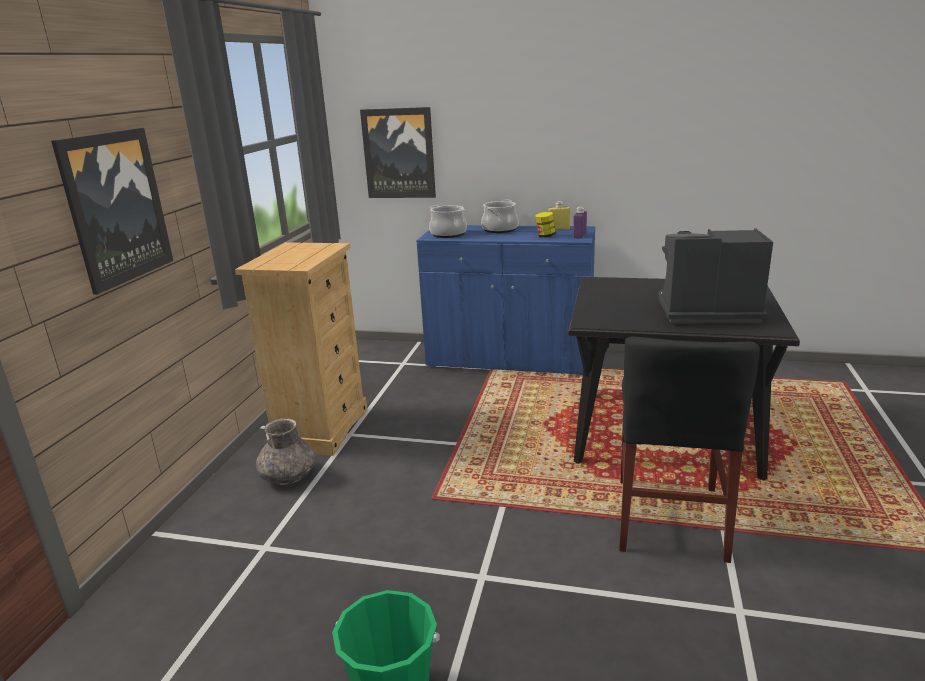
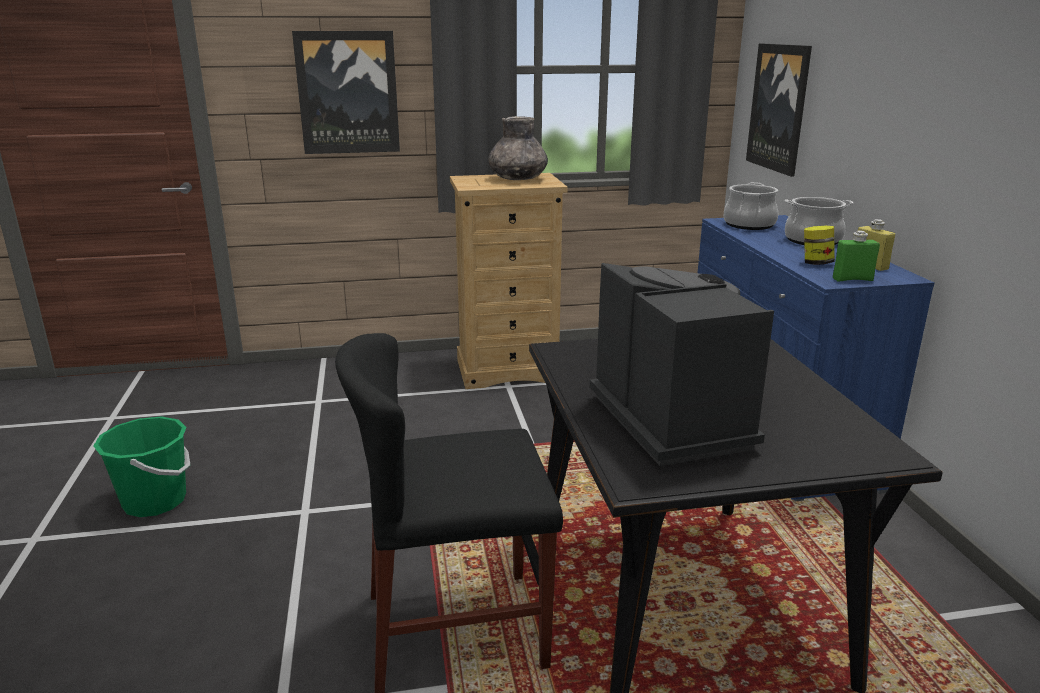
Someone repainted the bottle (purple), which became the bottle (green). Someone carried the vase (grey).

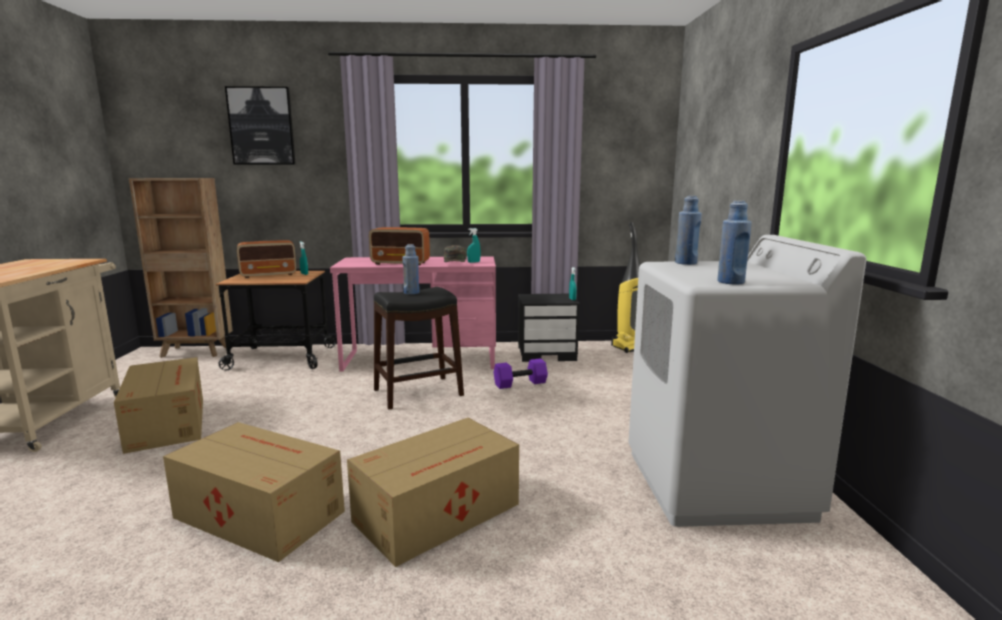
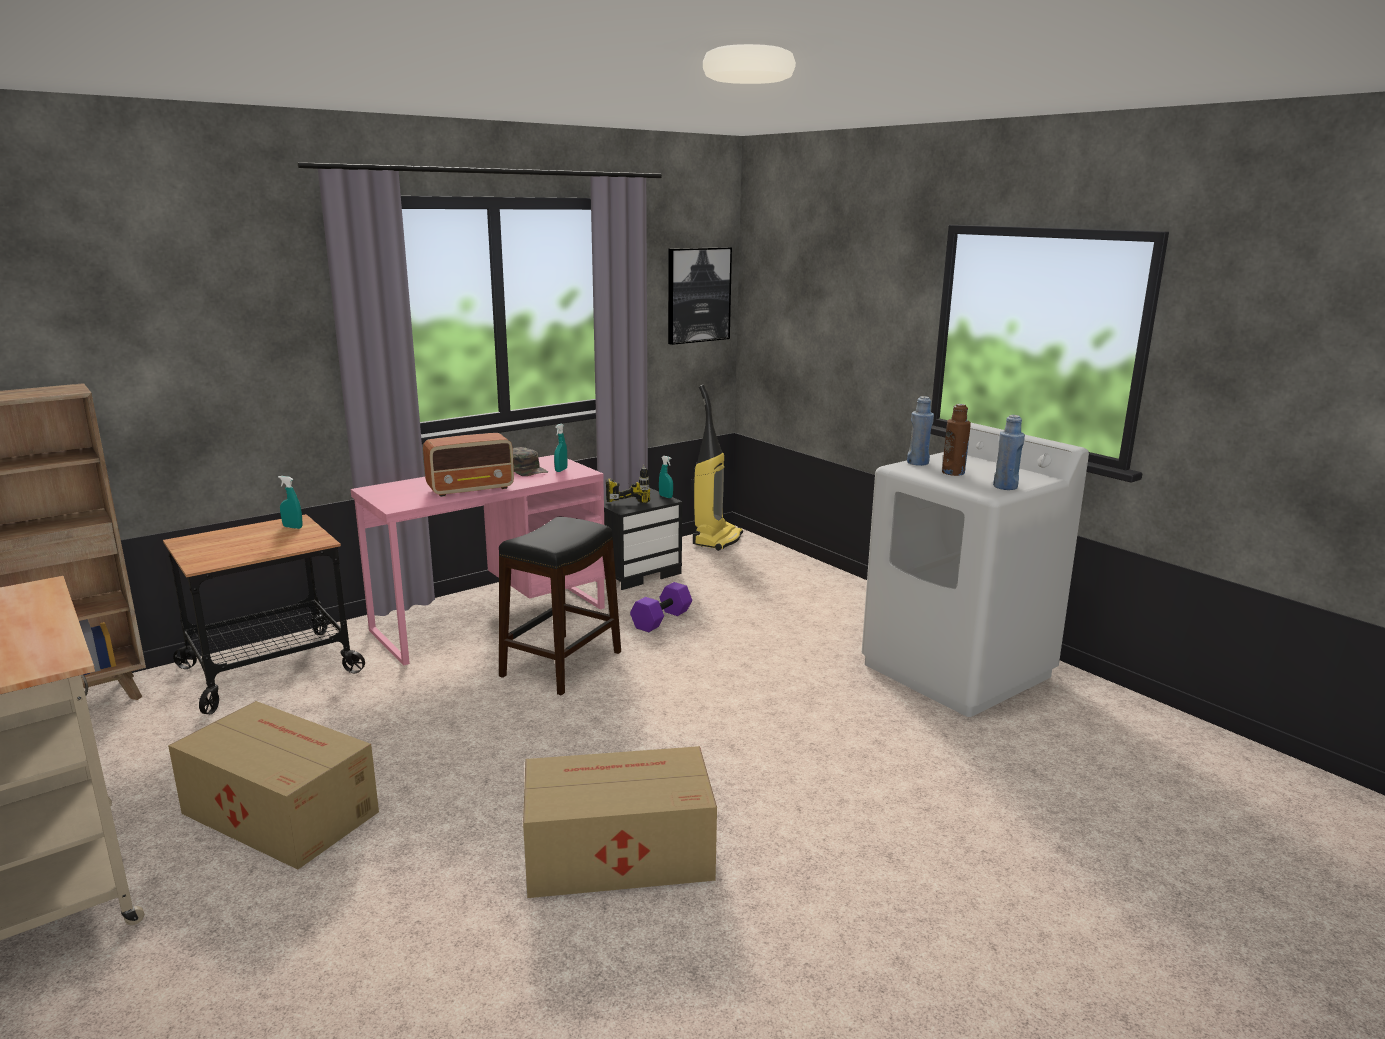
Someone carried the picture. Someone took away the radio (no. 1 from left). Someone took away the bottle (blue) (no. 1 from left). Someone took away the cardboard box (no. 3 from left). Someone put down the bottle (brown). Someone put down the power drill.

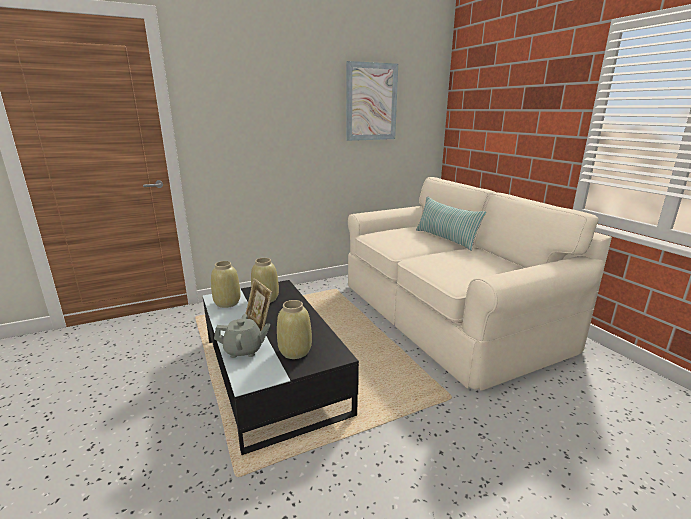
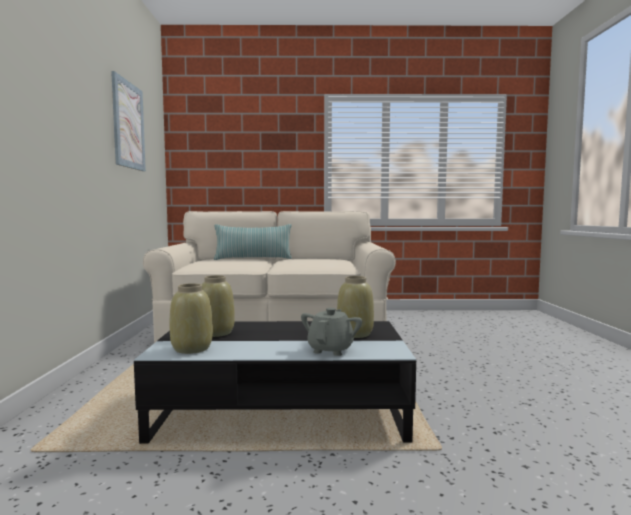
Someone took away the picture frame.

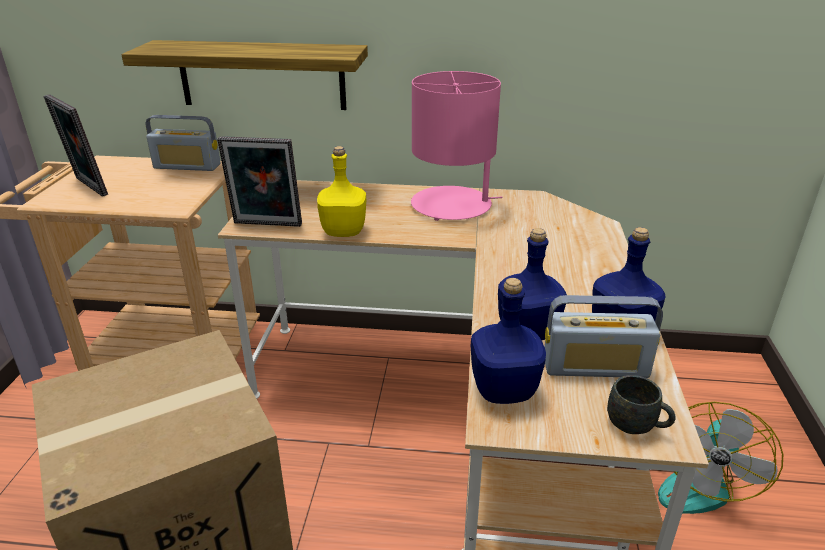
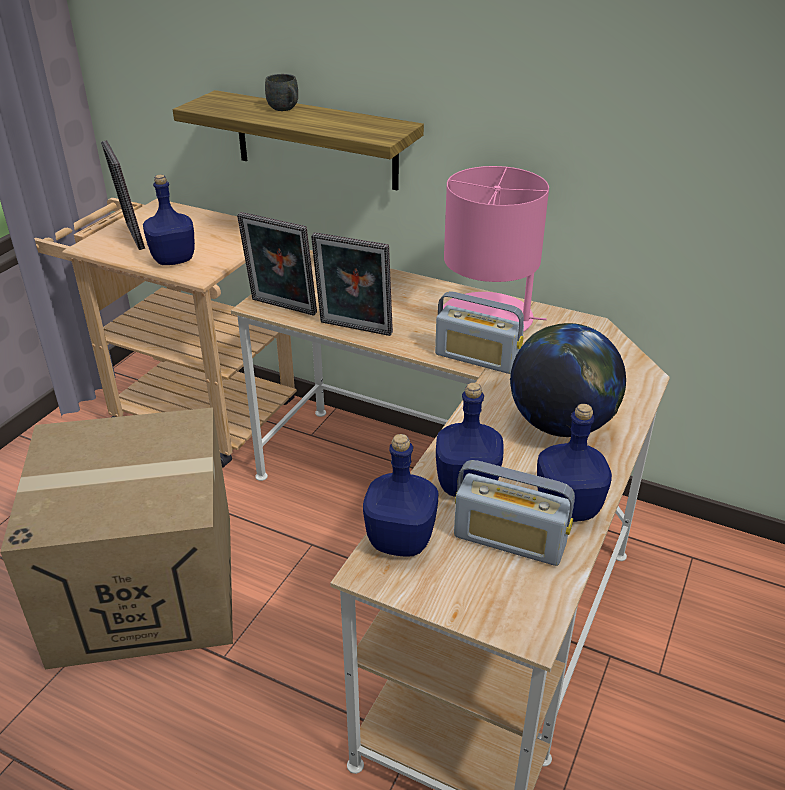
Someone carried the radio (no. 1 from left). Someone swapped the bottle (yellow) for the picture frame (no. 3 from left). Someone carried the mug (grey). Someone took away the fan. Someone put down the bottle (blue) (no. 1 from left). Someone put down the globe.

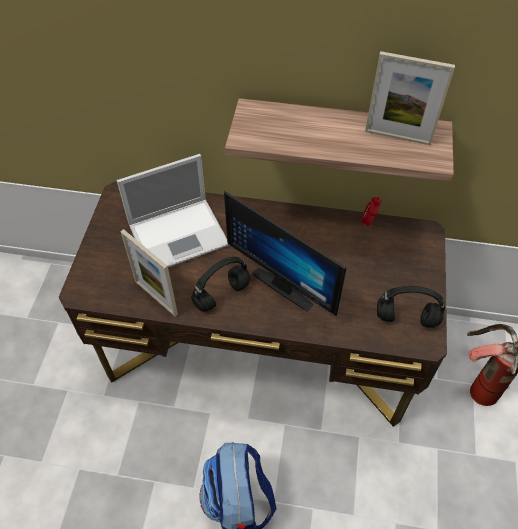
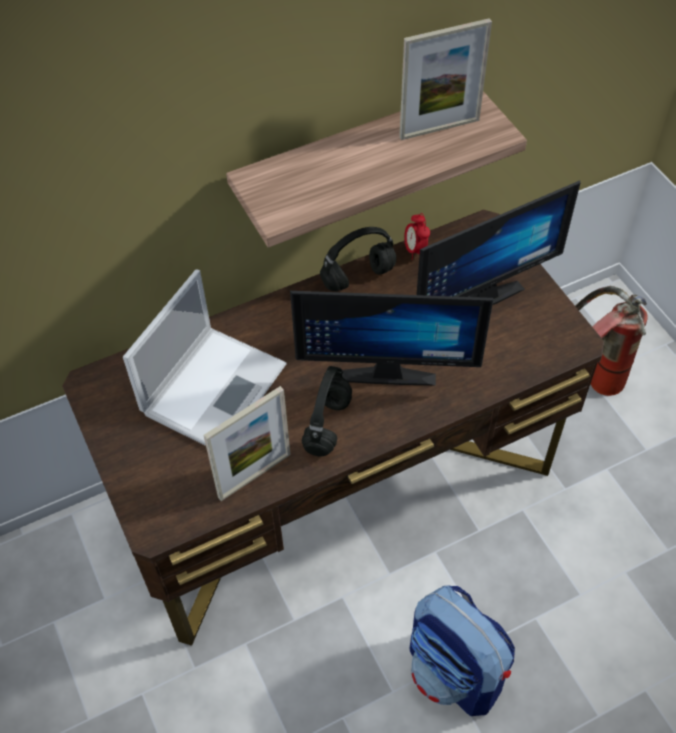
Someone rotated the picture frame (no. 1 from left) by 45 degrees counterclockwise. Someone carried the headphones (black) (no. 2 from left). Someone put down the monitor (no. 2 from left).

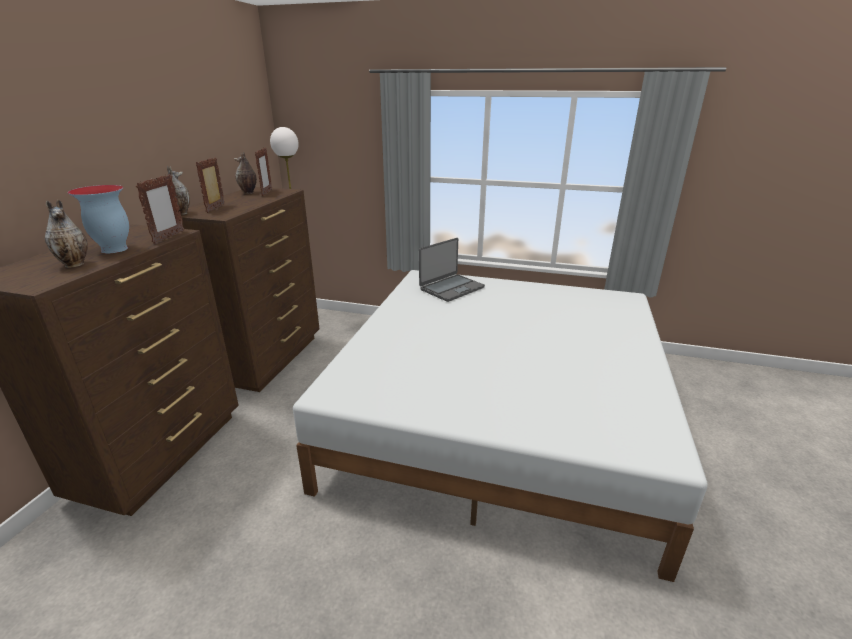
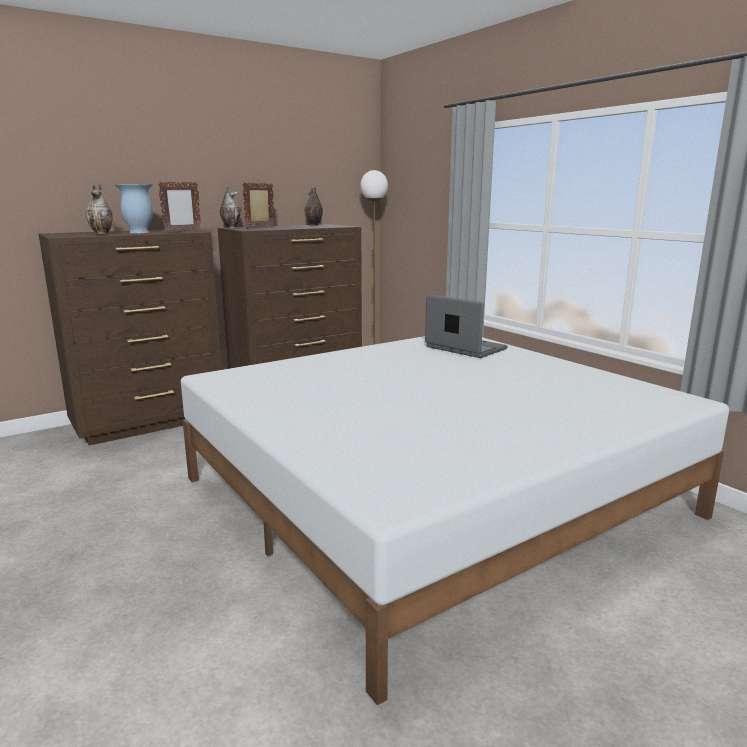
Someone took away the picture frame (no. 3 from left). Someone rotated the laptop by 135 degrees counterclockwise.

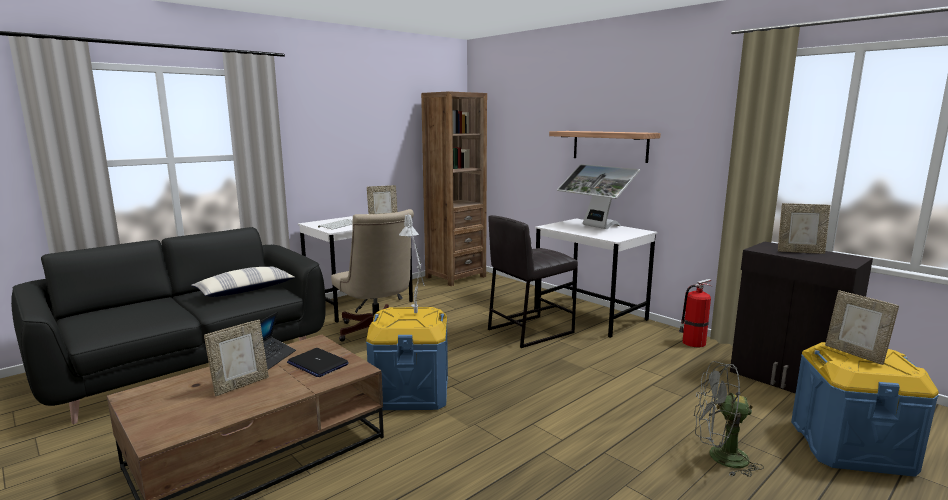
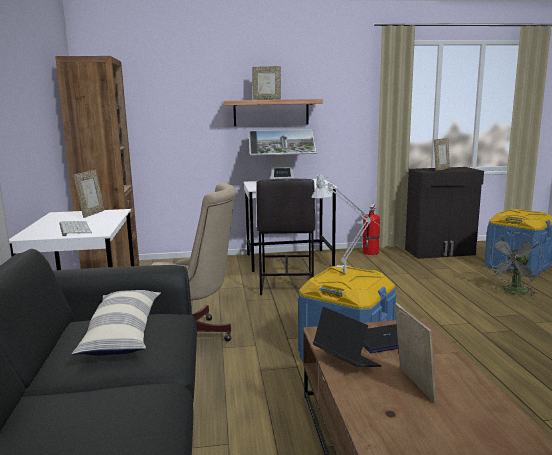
Someone carried the picture frame (no. 4 from left in the first image).

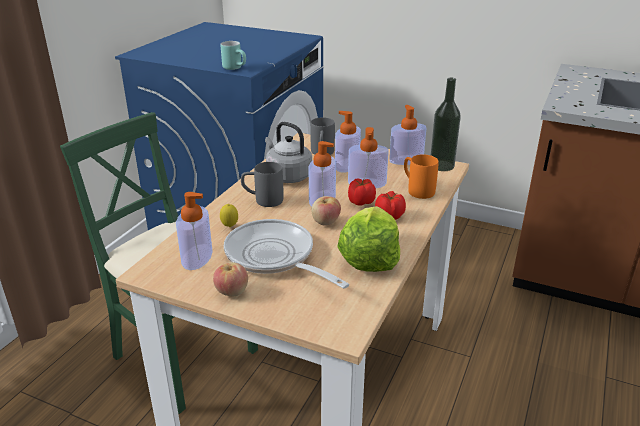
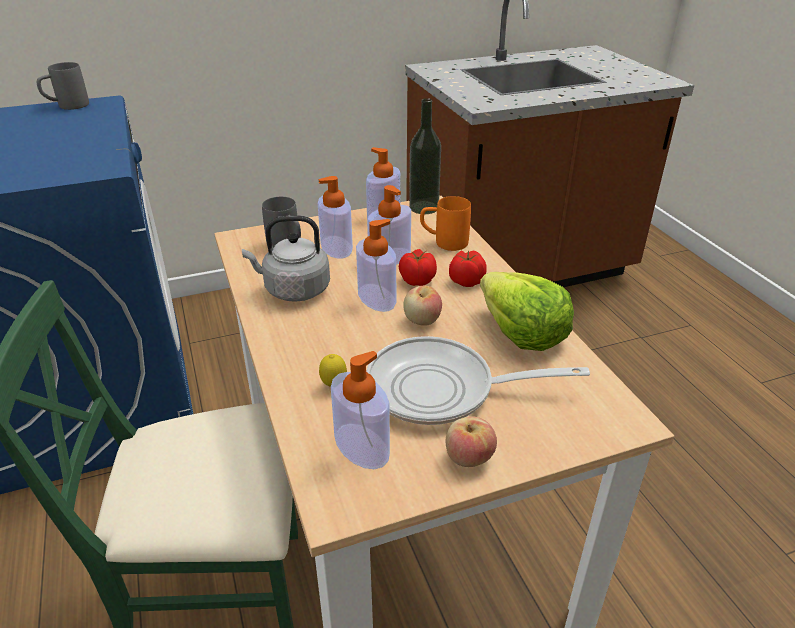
Someone took away the mug (turquoise). Someone carried the mug (grey) (no. 1 from left).

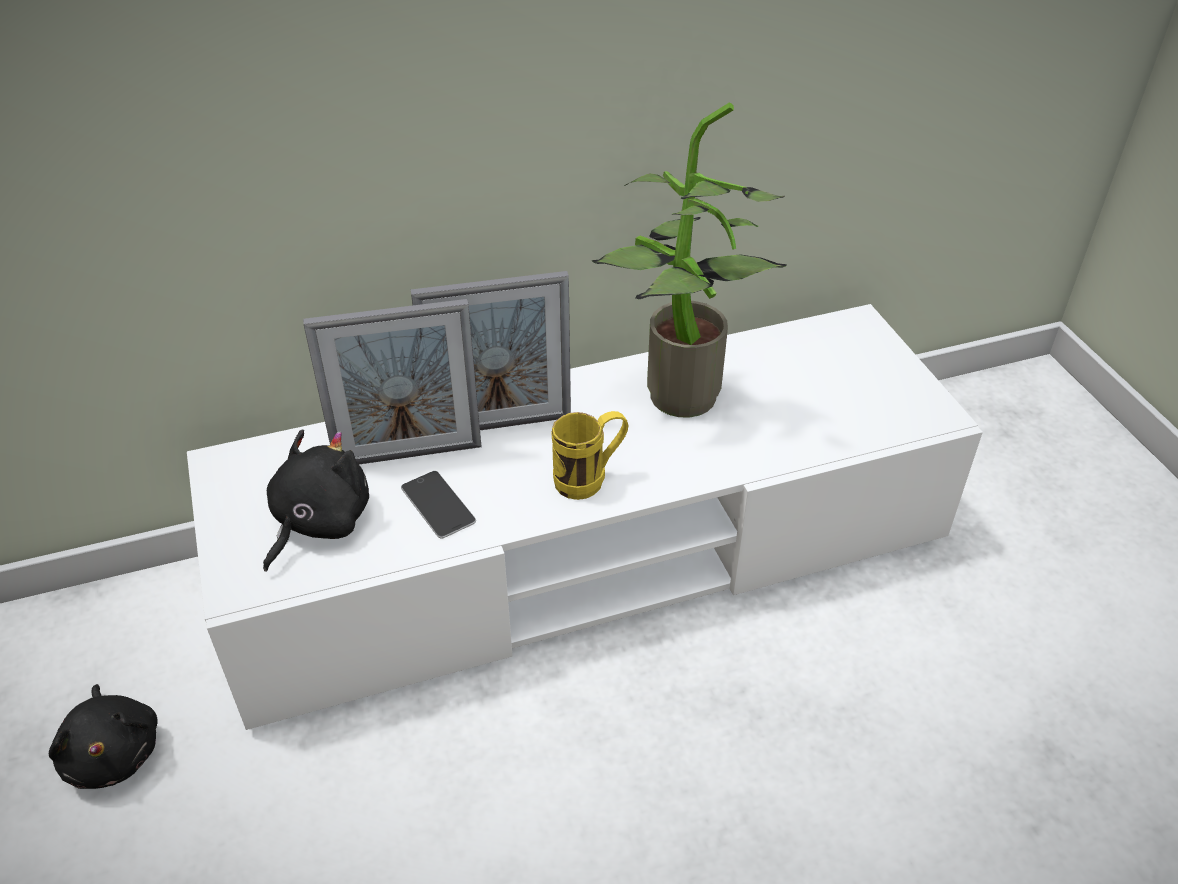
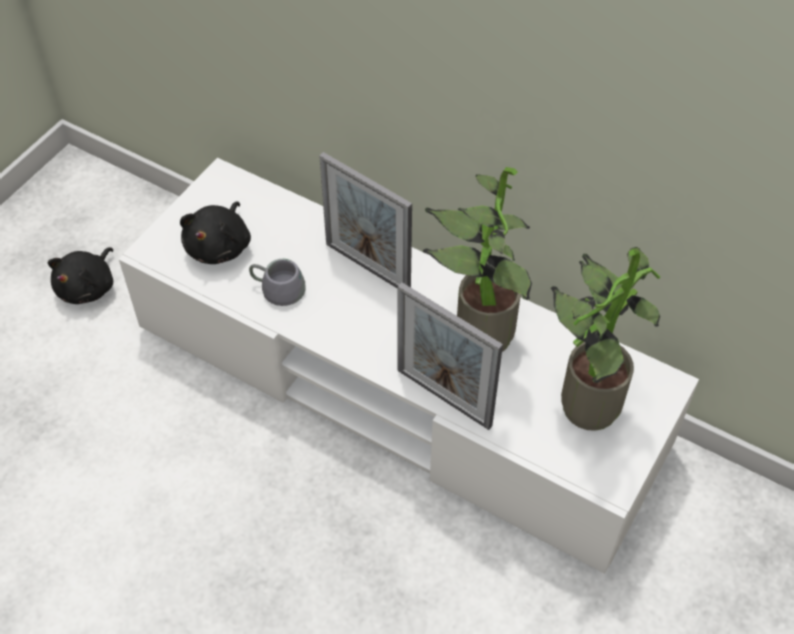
Someone carried the picture frame (no. 1 from left in the first image). Someone took away the mug (yellow). Someone rotated the plush toy (black) (no. 2 from left) by 120 degrees clockwise. Someone swapped the phone for the mug (grey). Someone put down the potted plant (no. 2 from left).

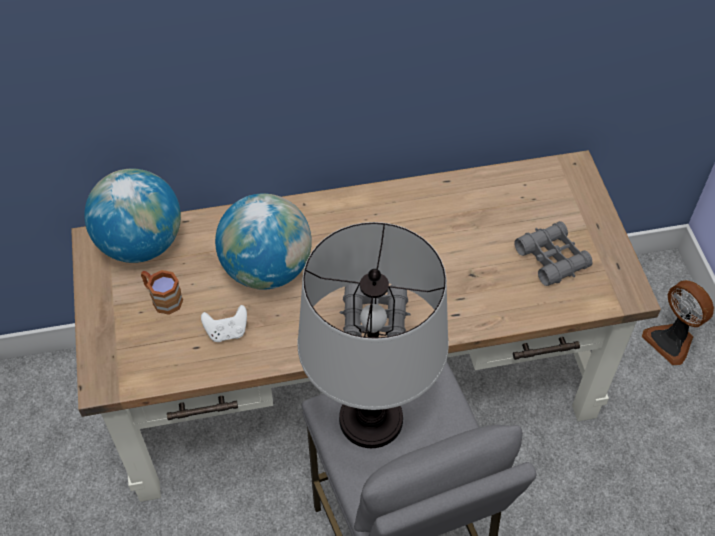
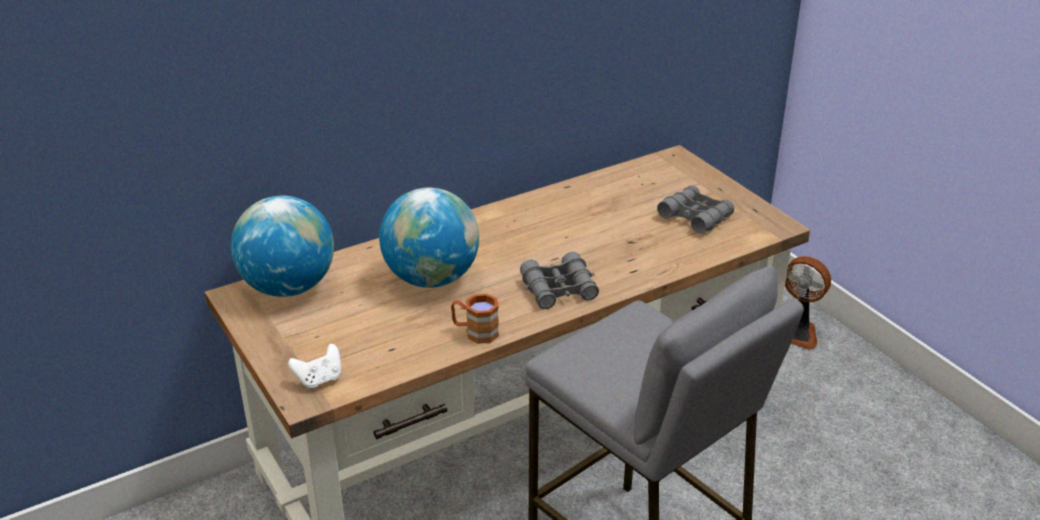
Someone took away the table lamp. Someone carried the mug (brown). Someone carried the game controller (white).

